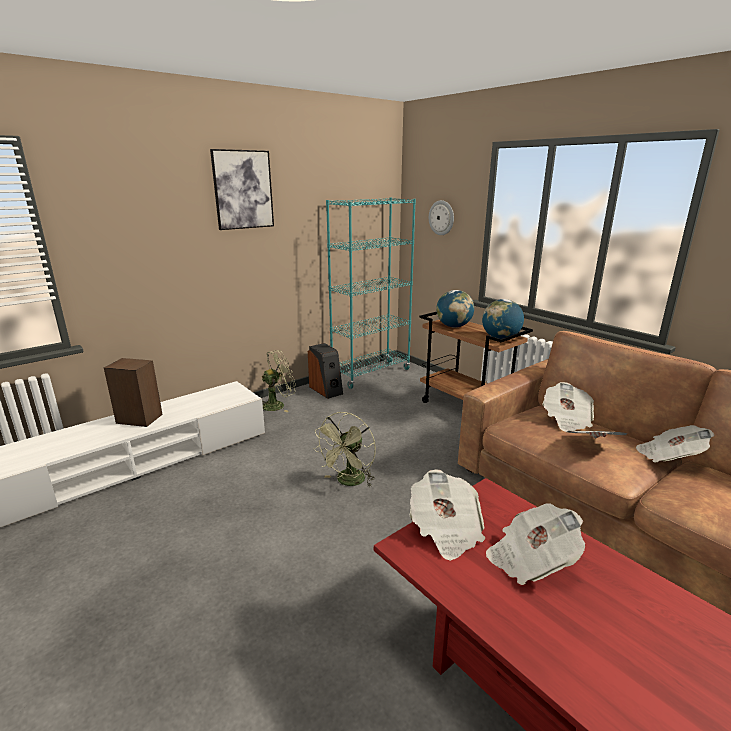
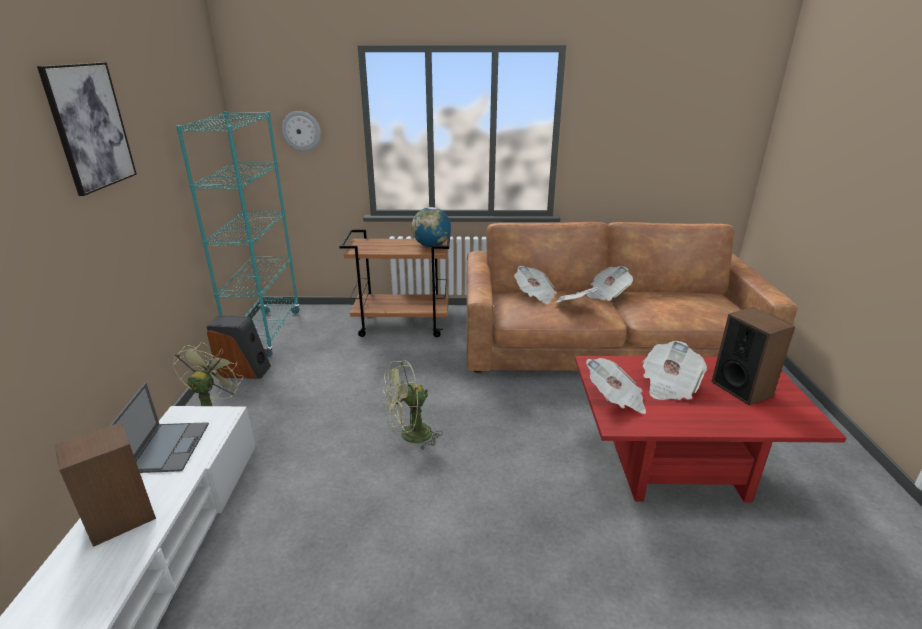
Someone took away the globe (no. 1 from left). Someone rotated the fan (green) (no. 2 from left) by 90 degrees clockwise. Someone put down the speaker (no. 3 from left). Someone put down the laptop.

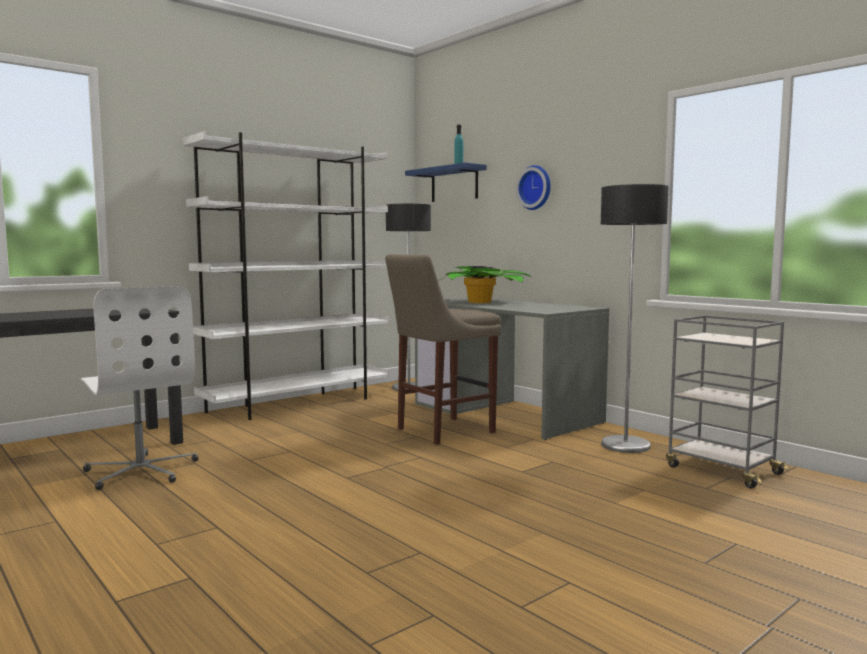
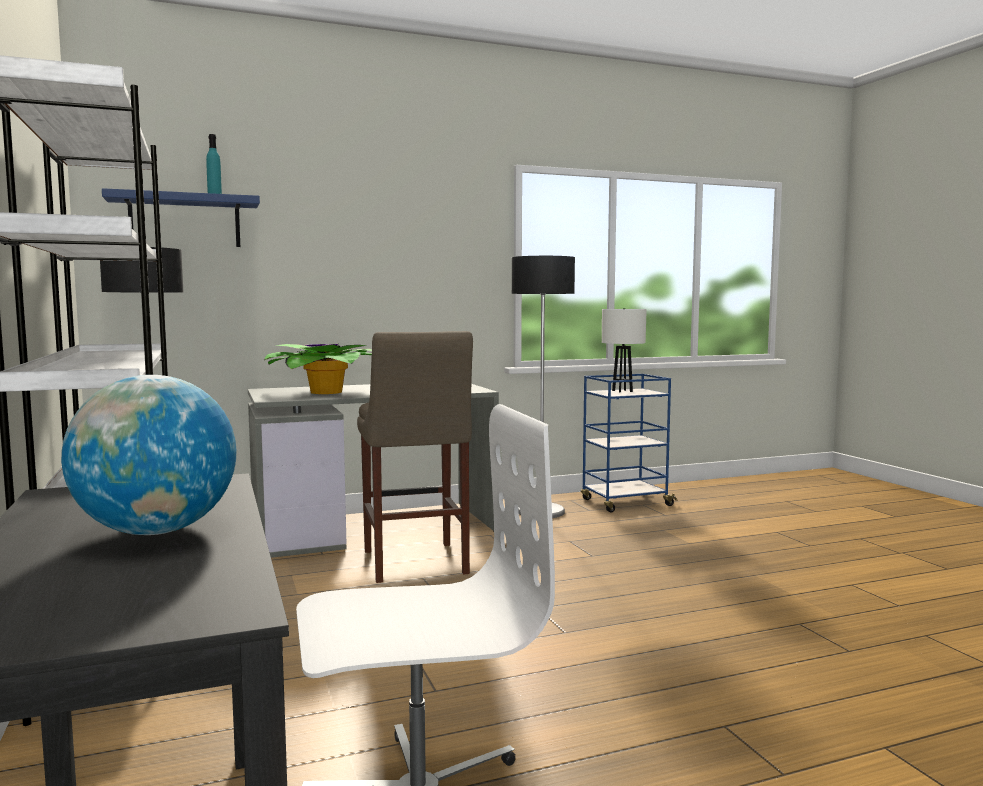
Someone took away the wall clock. Someone repainted the cart (grey), which became the cart (blue). Someone put down the table lamp (white). Someone put down the globe.

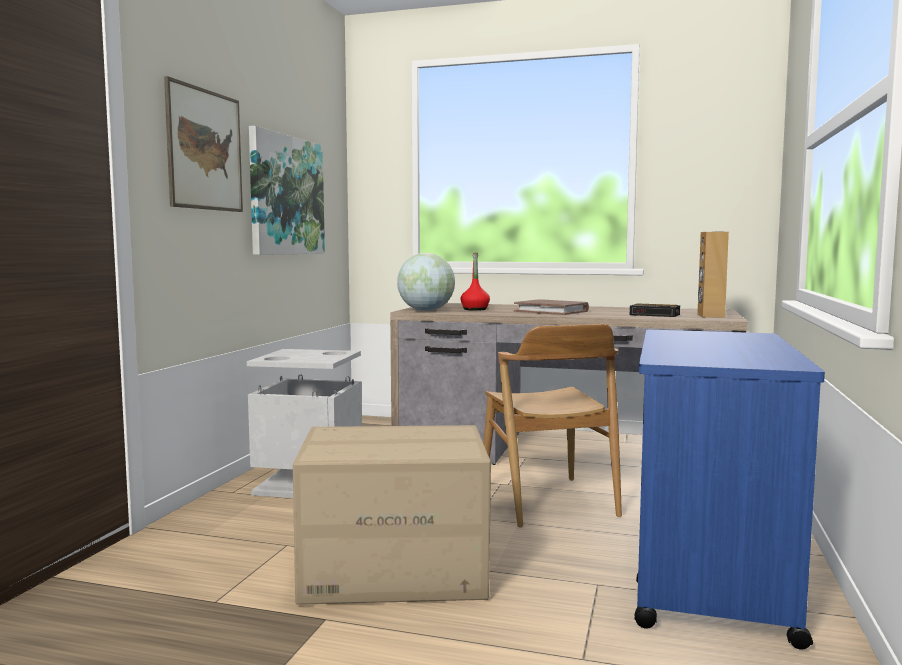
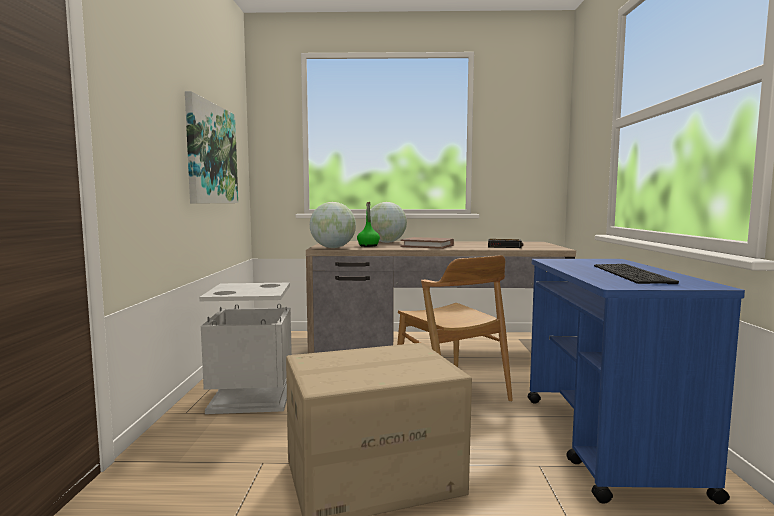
Someone took away the picture (no. 1 from left). Someone took away the speaker (brown). Someone repainted the bottle (red), which became the bottle (green). Someone put down the globe (no. 2 from left). Someone put down the keyboard.

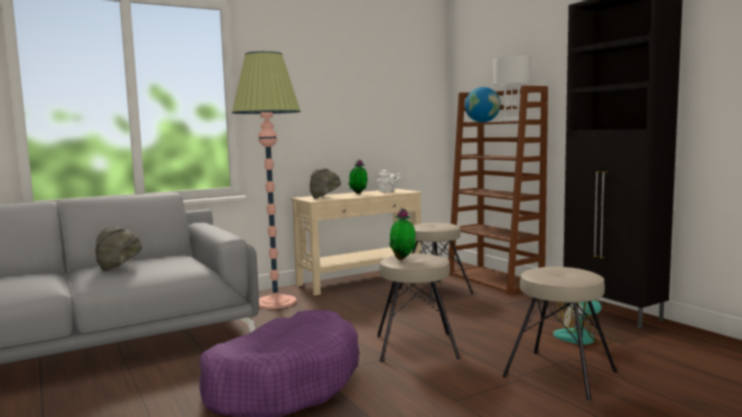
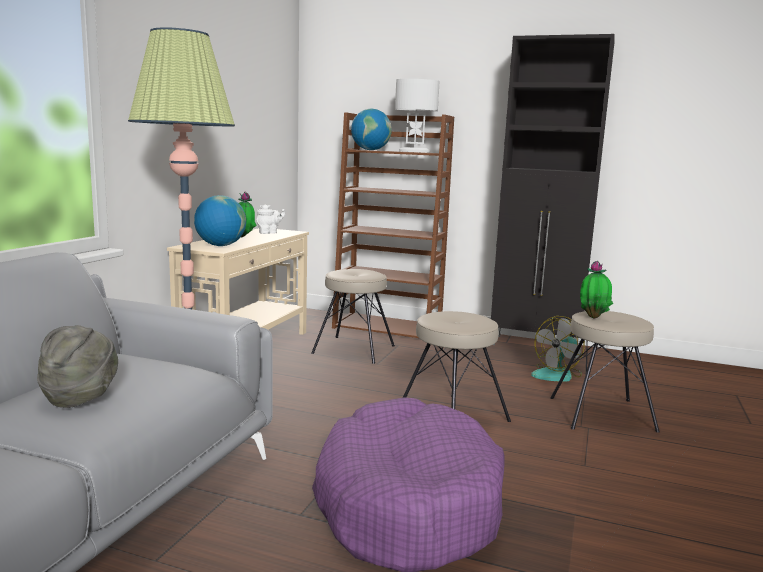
Someone swapped the hat (grey) (no. 2 from left) for the globe (no. 1 from left). Someone carried the potted plant (no. 2 from left).

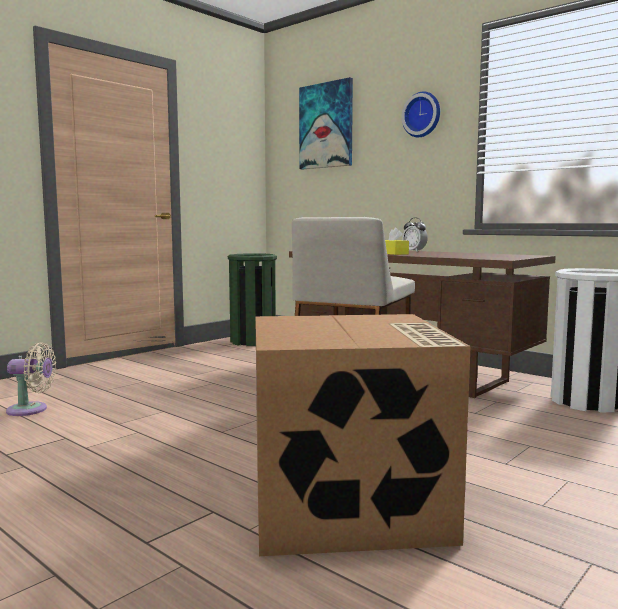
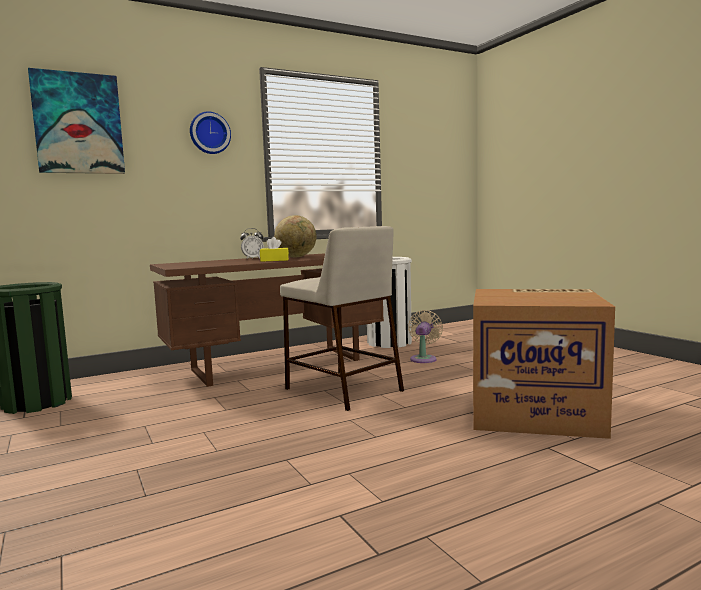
Someone carried the fan (beige). Someone put down the globe.

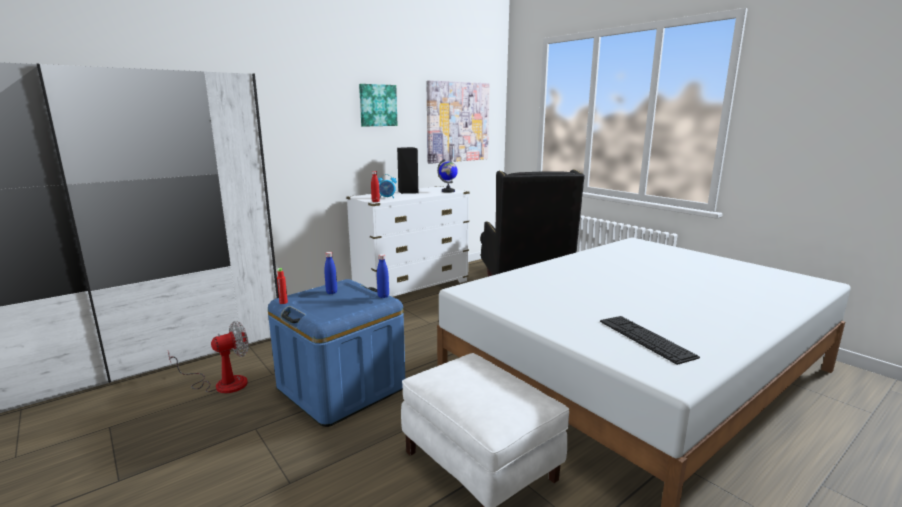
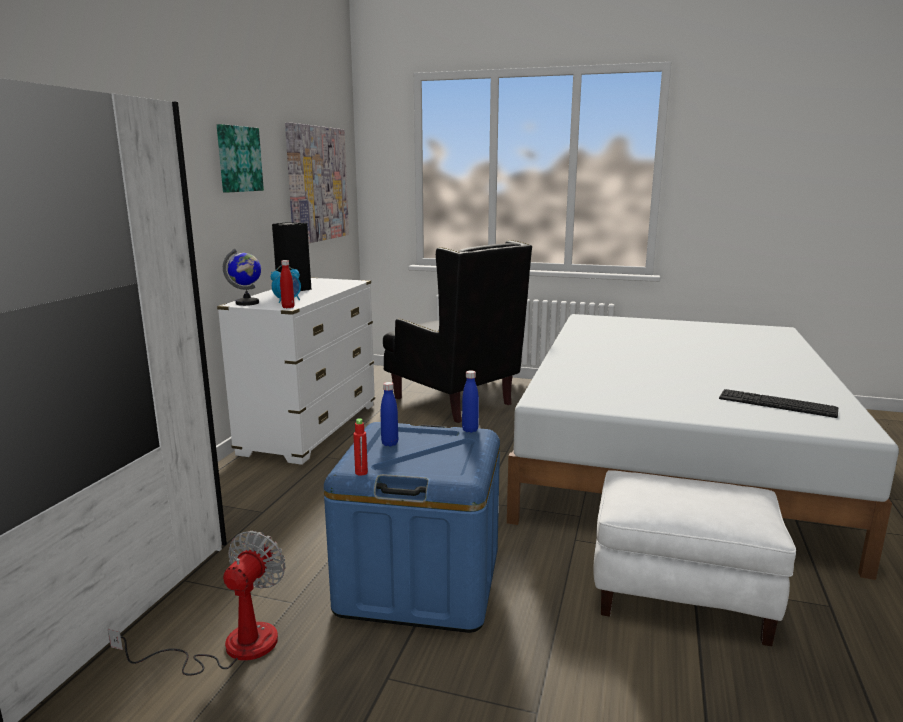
Someone carried the globe.

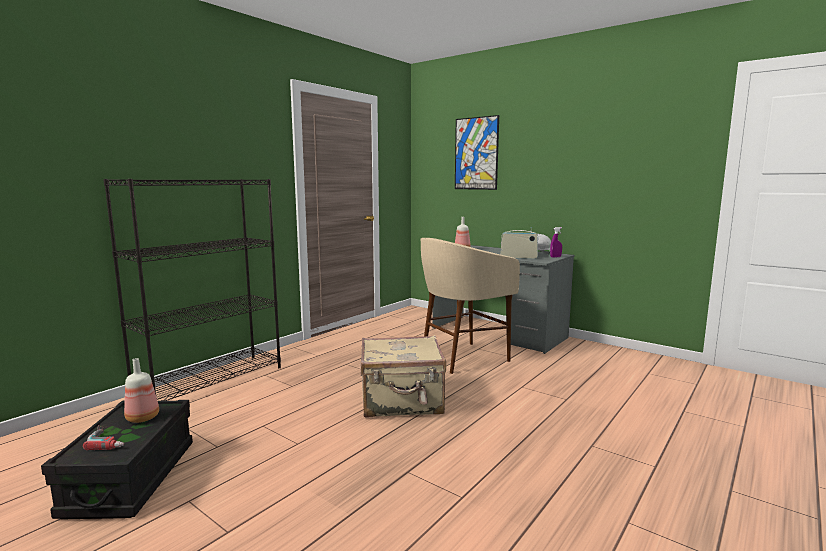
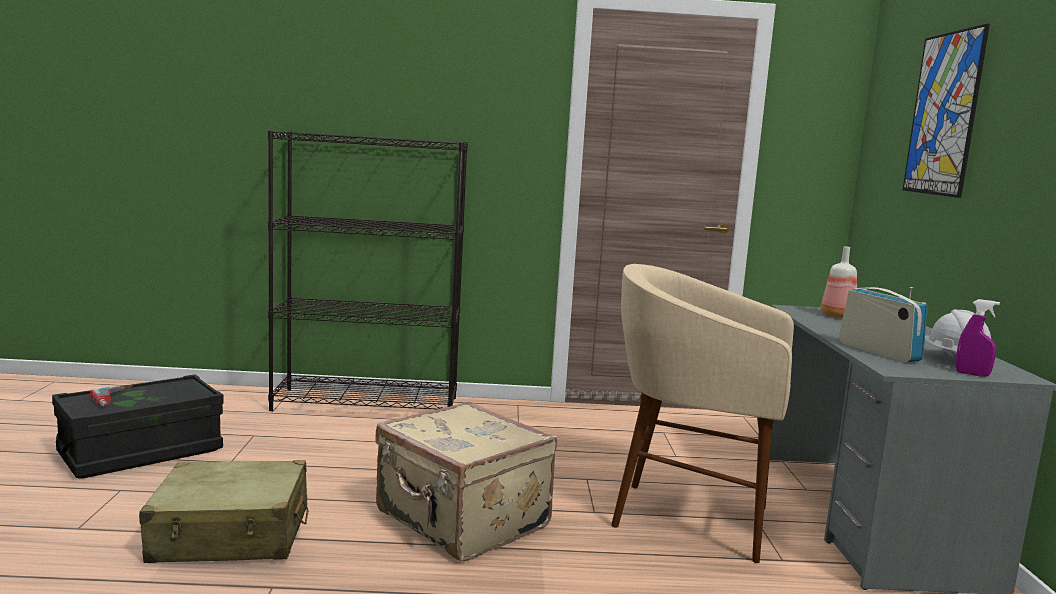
Someone took away the bottle (no. 1 from left). Someone put down the suitcase (beige) (no. 1 from left).

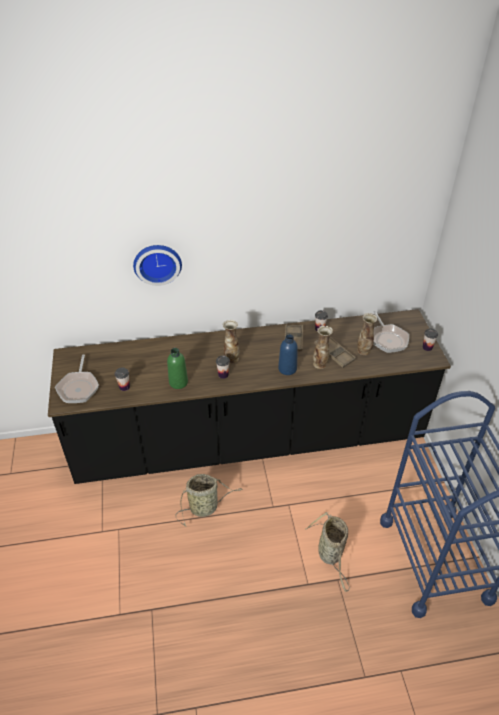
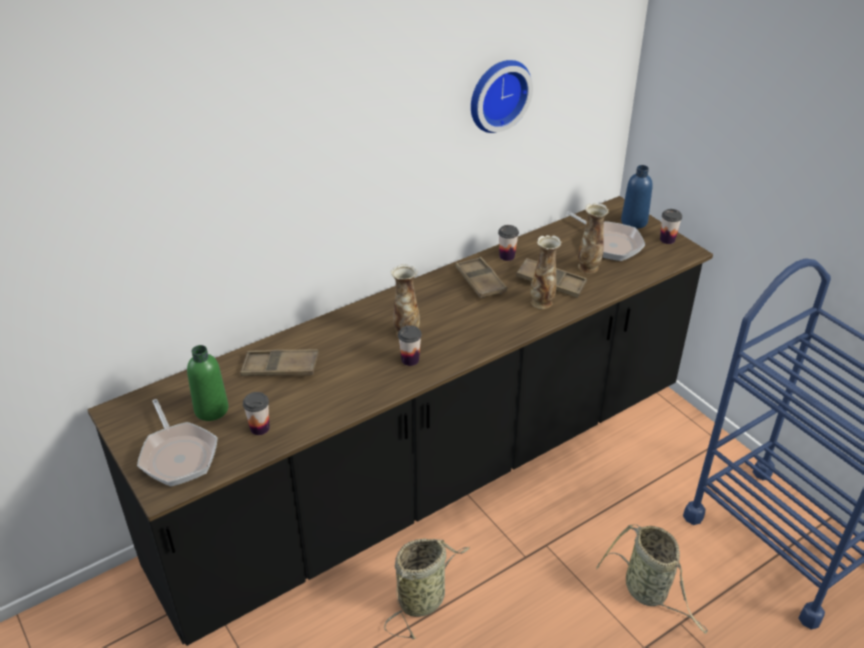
Someone carried the wall clock. Someone carried the bottle (blue). Someone carried the bottle (green). Someone put down the tray (brown) (no. 1 from left).

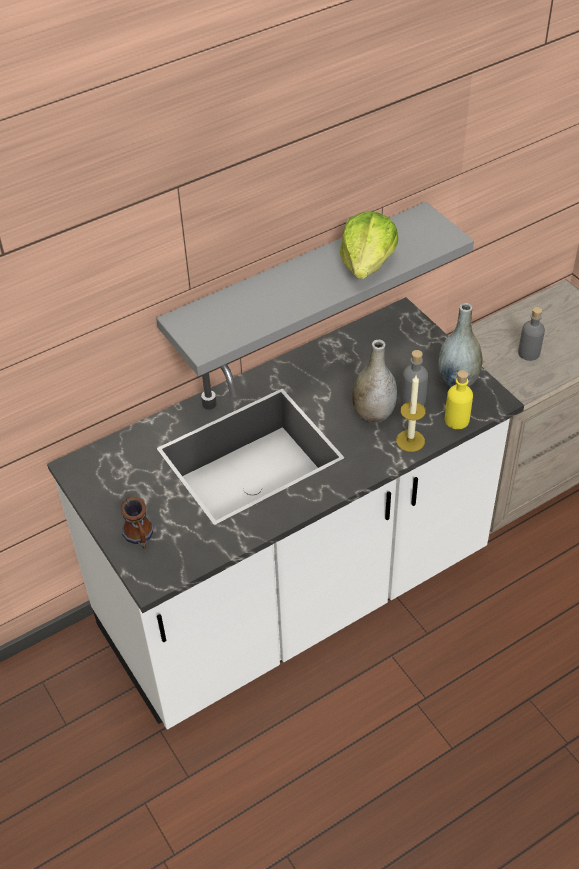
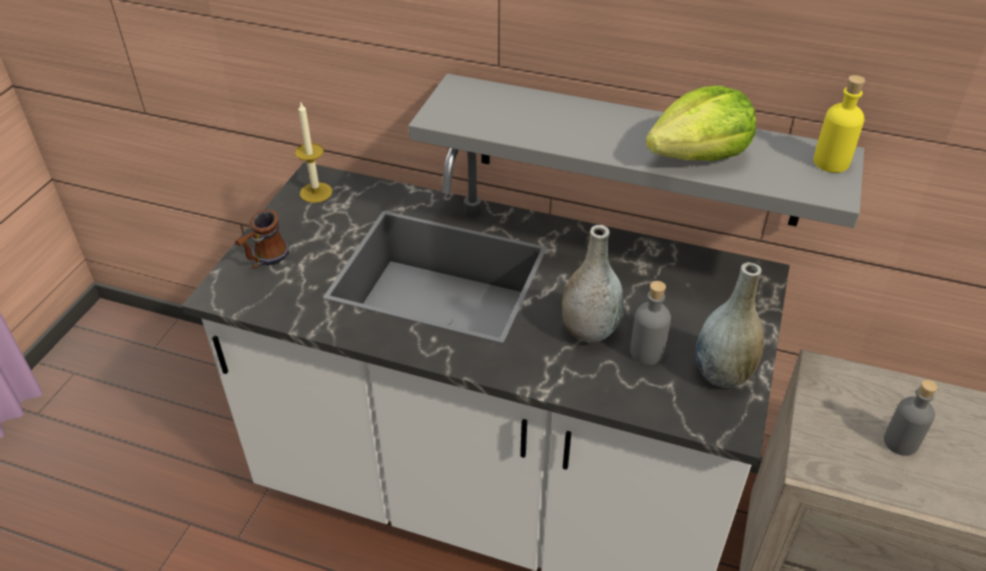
Someone carried the bottle (yellow). Someone carried the candle.

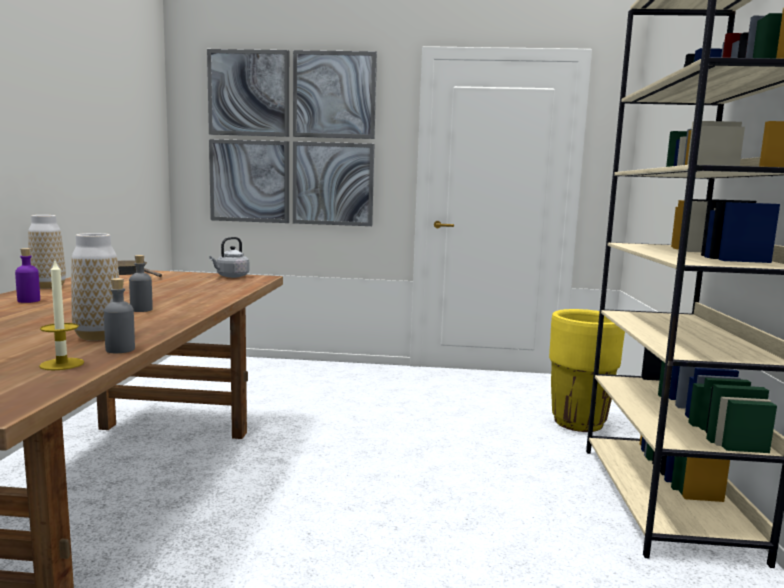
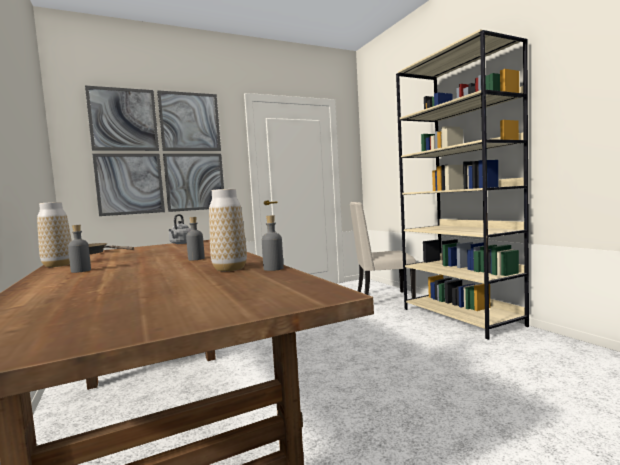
Someone repainted the bottle (purple), which became the bottle (grey) (no. 1 from left). Someone took away the candle. Someone swapped the planter (yellow) for the chair (beige).

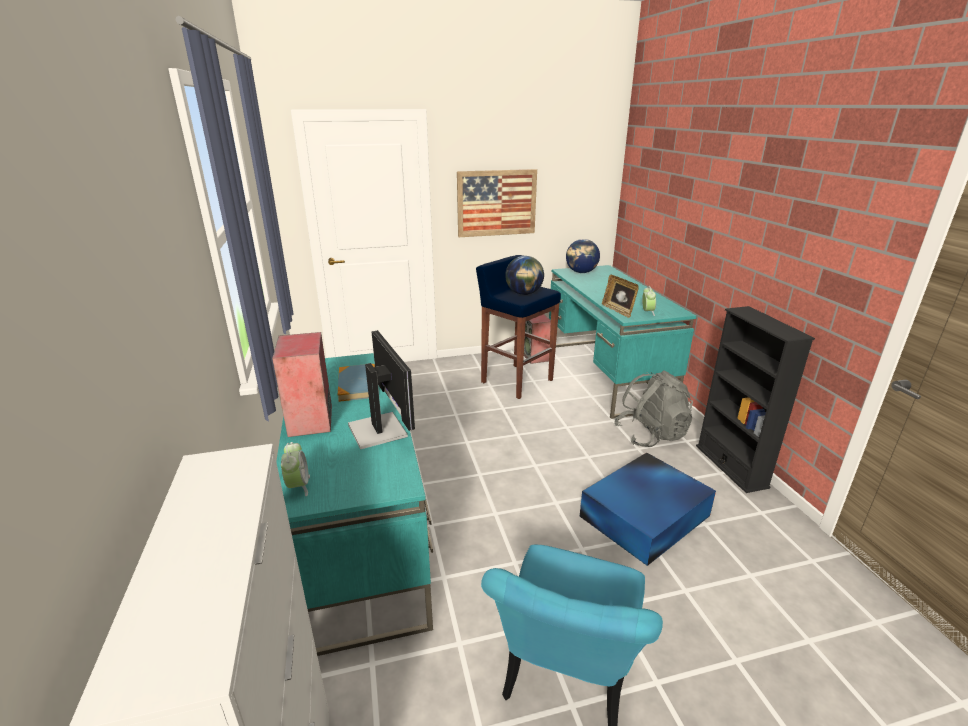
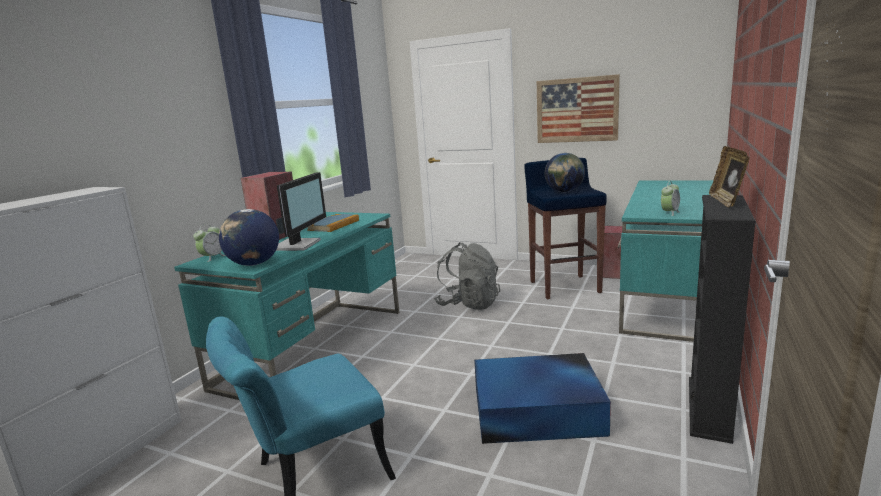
Someone carried the globe (no. 2 from left in the first image). Someone carried the picture frame. Someone carried the backpack (grey).

